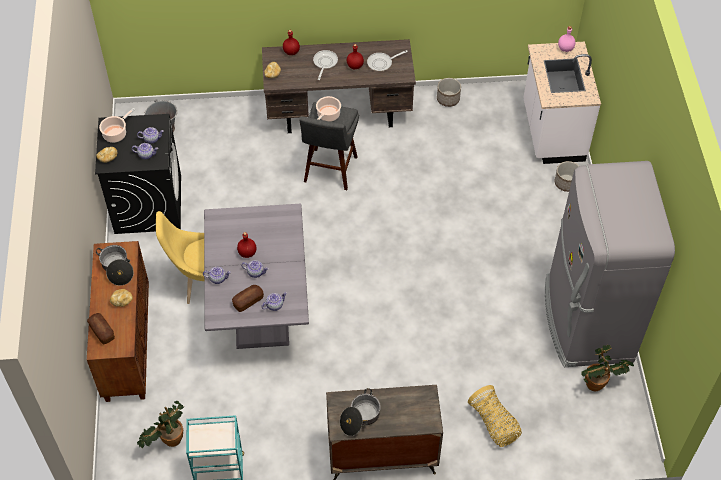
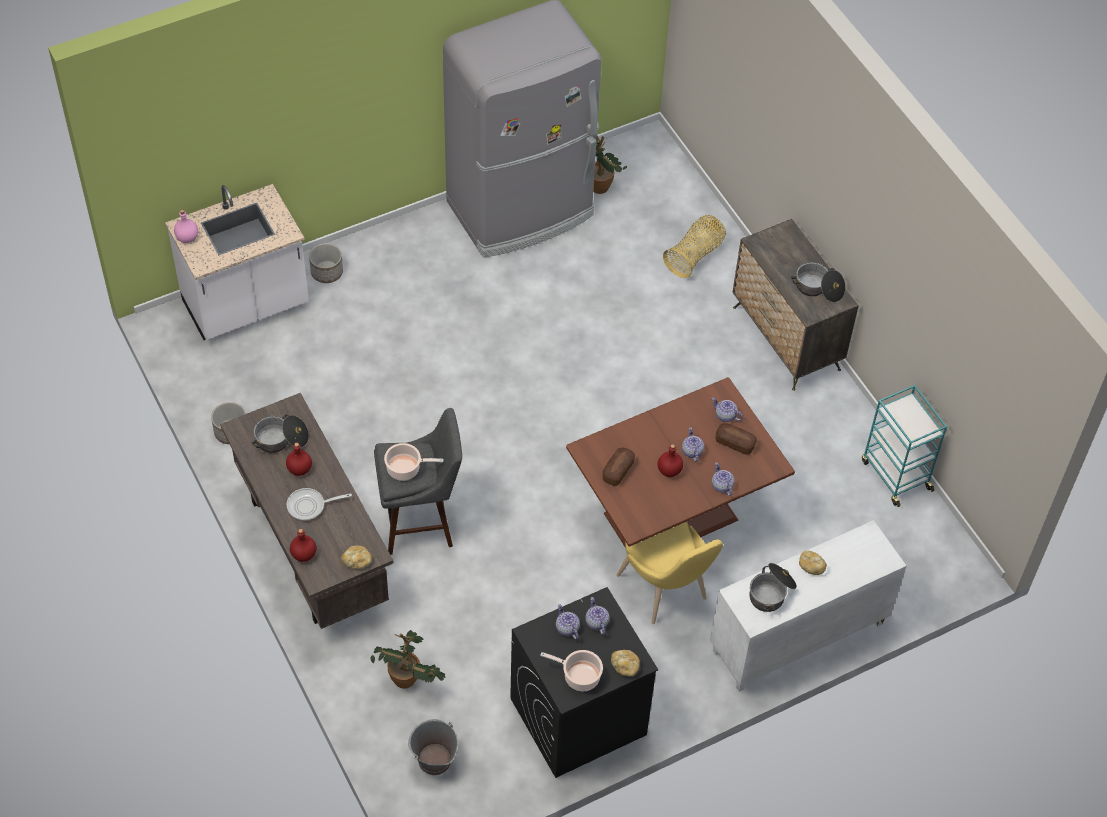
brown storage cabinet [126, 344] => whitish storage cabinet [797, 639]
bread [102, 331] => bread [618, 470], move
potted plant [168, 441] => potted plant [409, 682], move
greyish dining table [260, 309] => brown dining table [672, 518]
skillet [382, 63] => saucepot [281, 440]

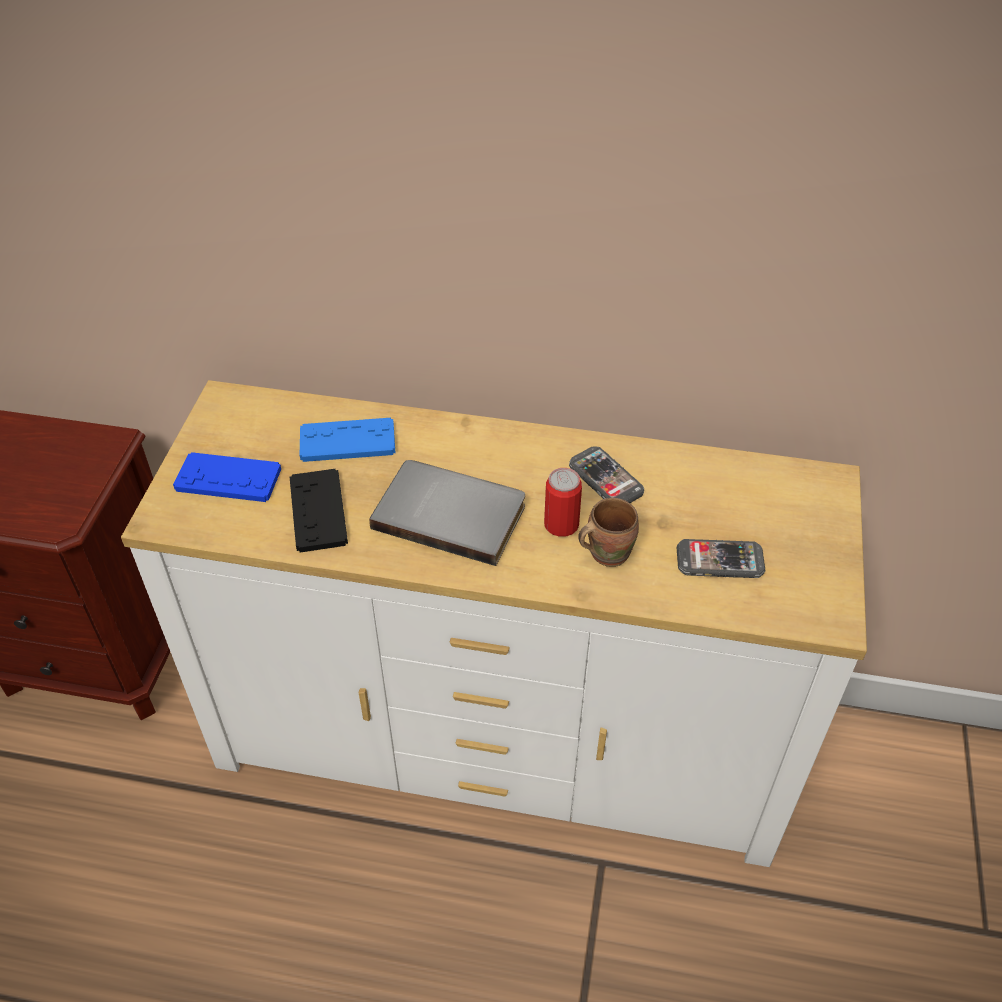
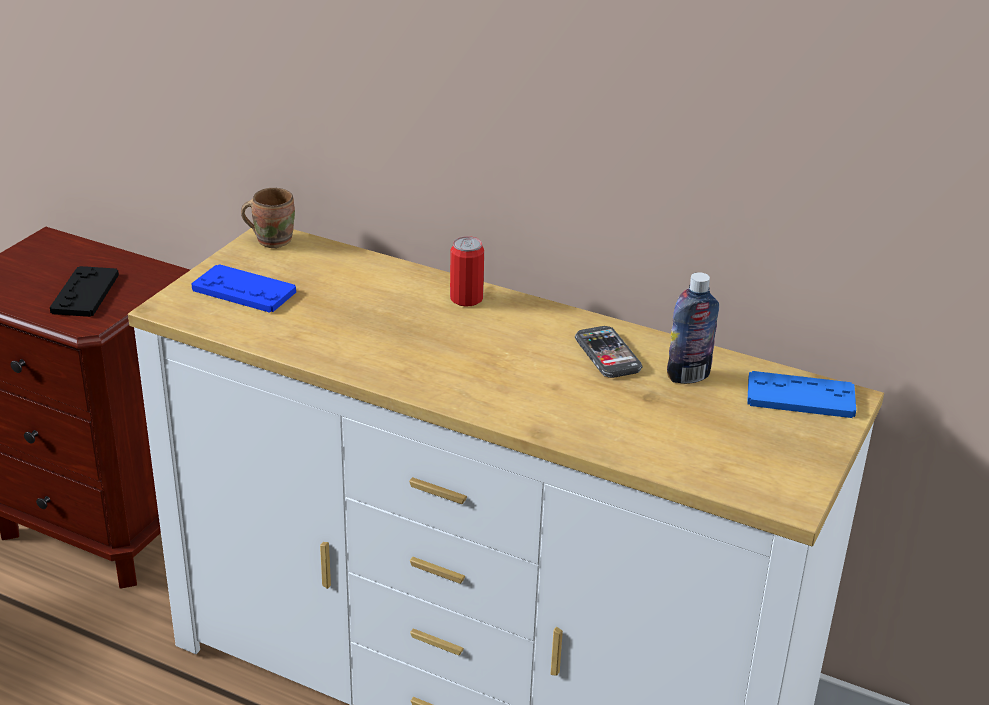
black-coloured joypad [318, 511] => black-coloured joypad [85, 293], move
blue joypad [347, 441] => blue joypad [800, 397], move
greyish volume [451, 512] => nothing
sealed can [561, 524] => sealed can [466, 299], move
brown mug [606, 551] => brown mug [272, 240], move
handset [720, 561] => nothing
nothing => bottle [688, 376]

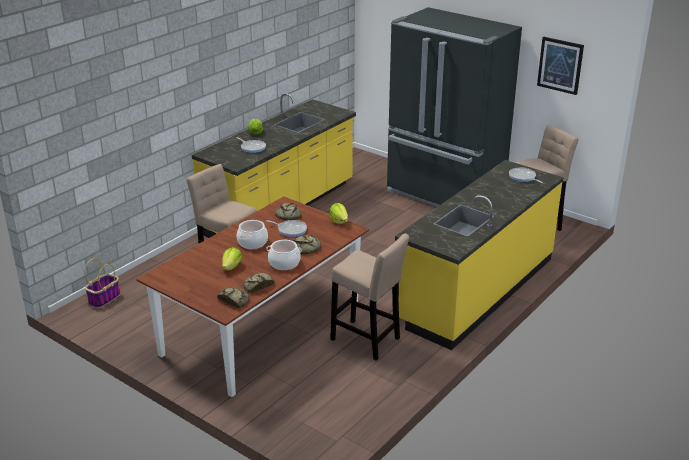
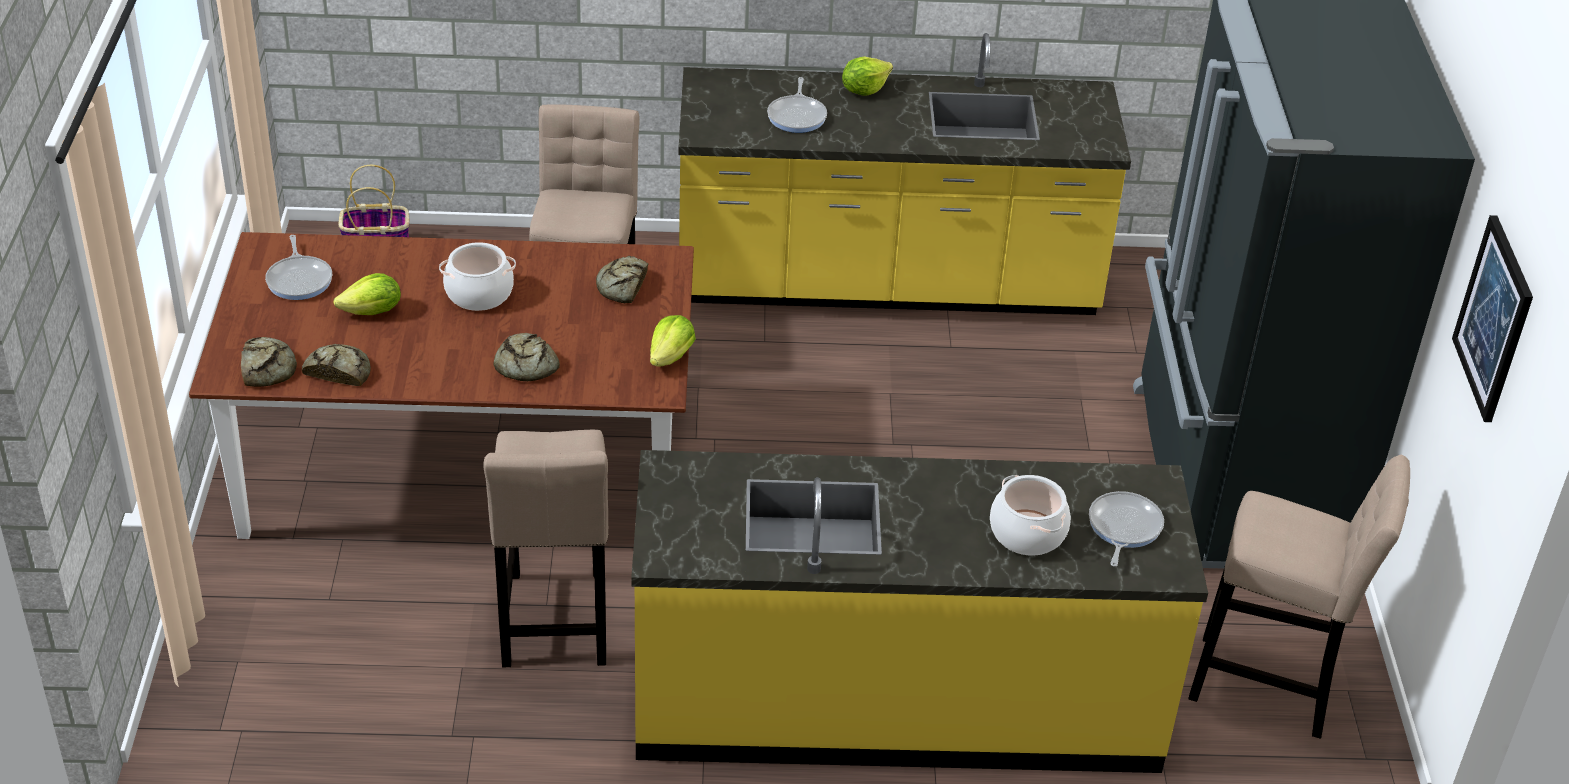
skillet [291, 230] => skillet [300, 279], move
saucepot [284, 263] => saucepot [1027, 533], move

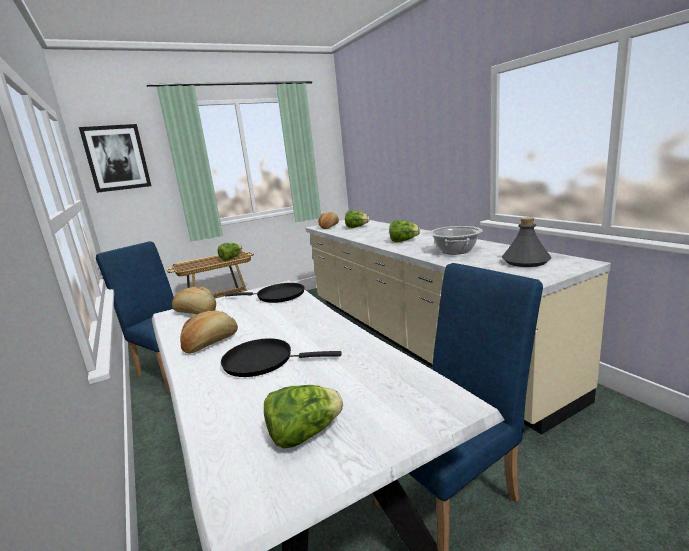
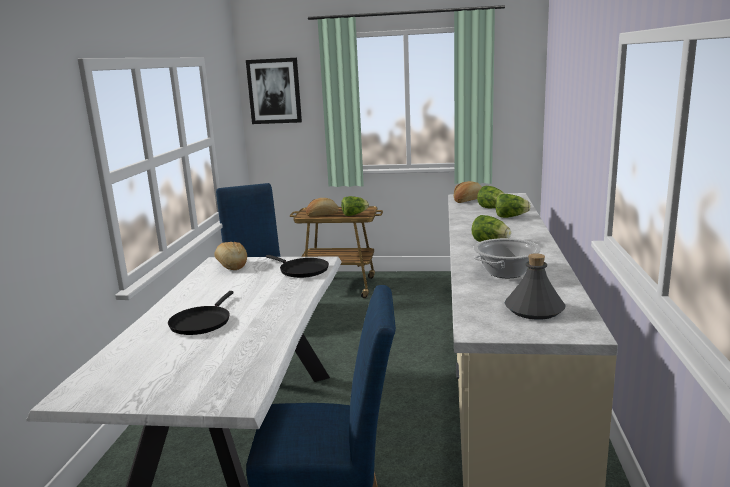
bread [211, 343] => bread [322, 215], move
black-coloured skillet [263, 361] => black-coloured skillet [202, 322], 120 degrees counterclockwise
head of lettuce [304, 434] => head of lettuce [510, 217], move

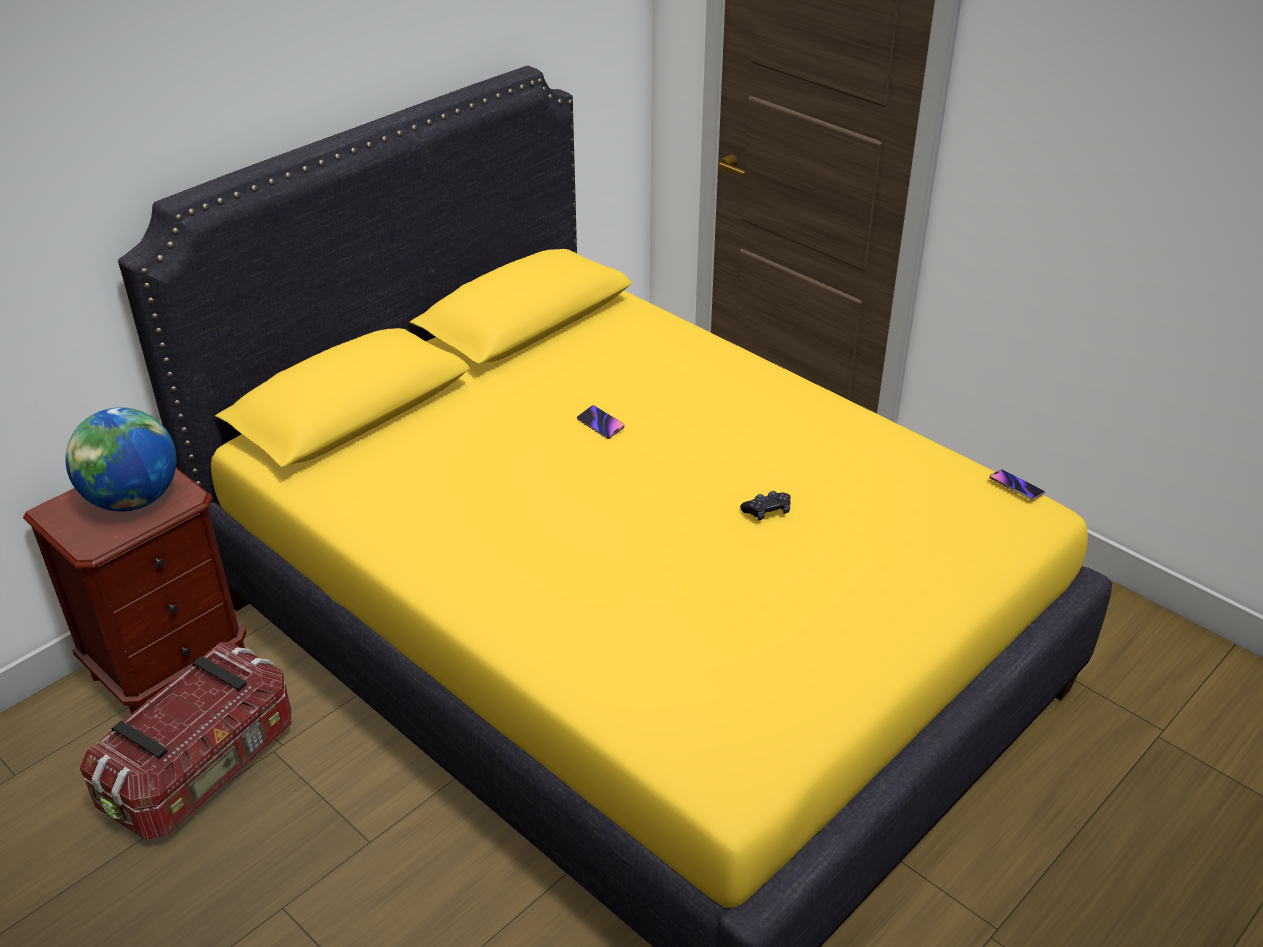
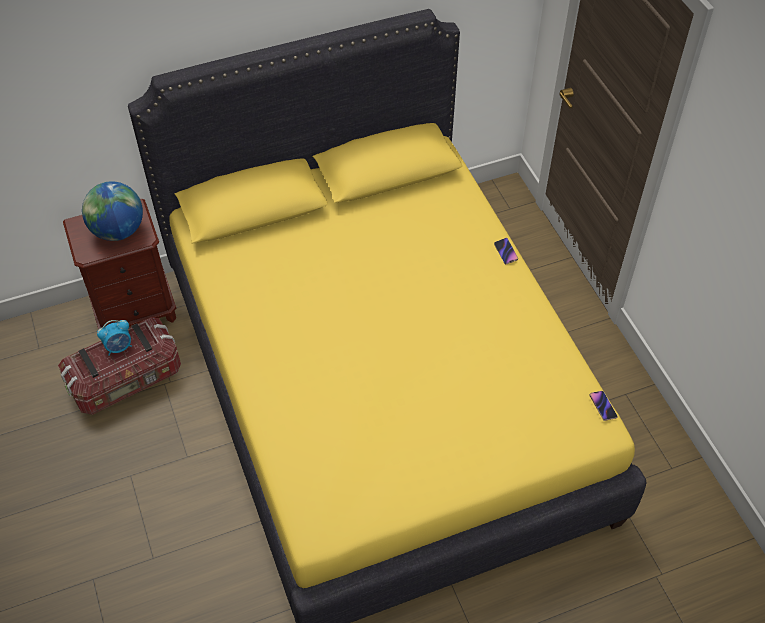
handset [600, 424] => handset [505, 252], move
black-coloured joypad [767, 511] => nothing
nothing => alarm clock [119, 347]

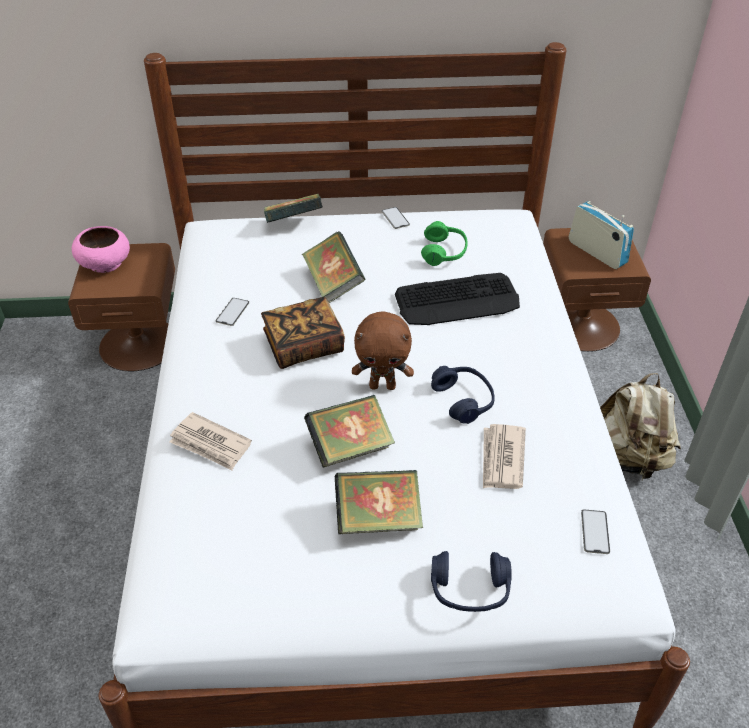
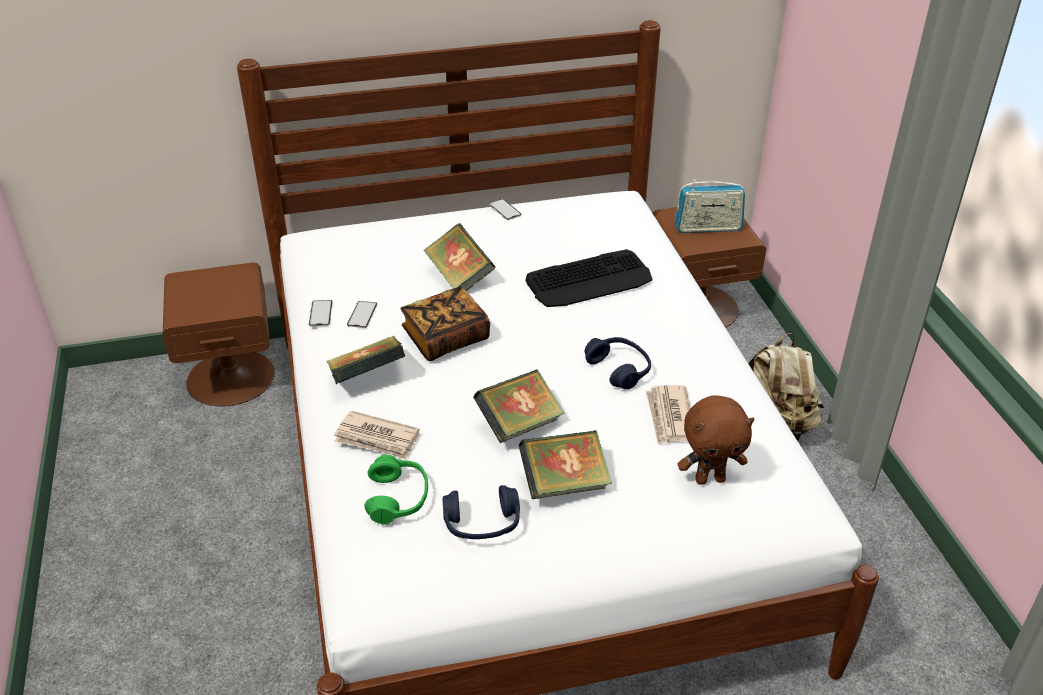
pink-coloured bowl [105, 263] => nothing
volume [294, 224] => volume [367, 378], move
brown plush toy [383, 385] => brown plush toy [710, 479], move
green headset [444, 252] => green headset [398, 498], move
blue headset [469, 590] => blue headset [482, 524], move
radio [597, 252] => radio [708, 228], 135 degrees clockwise
handset [595, 532] => handset [320, 313], move

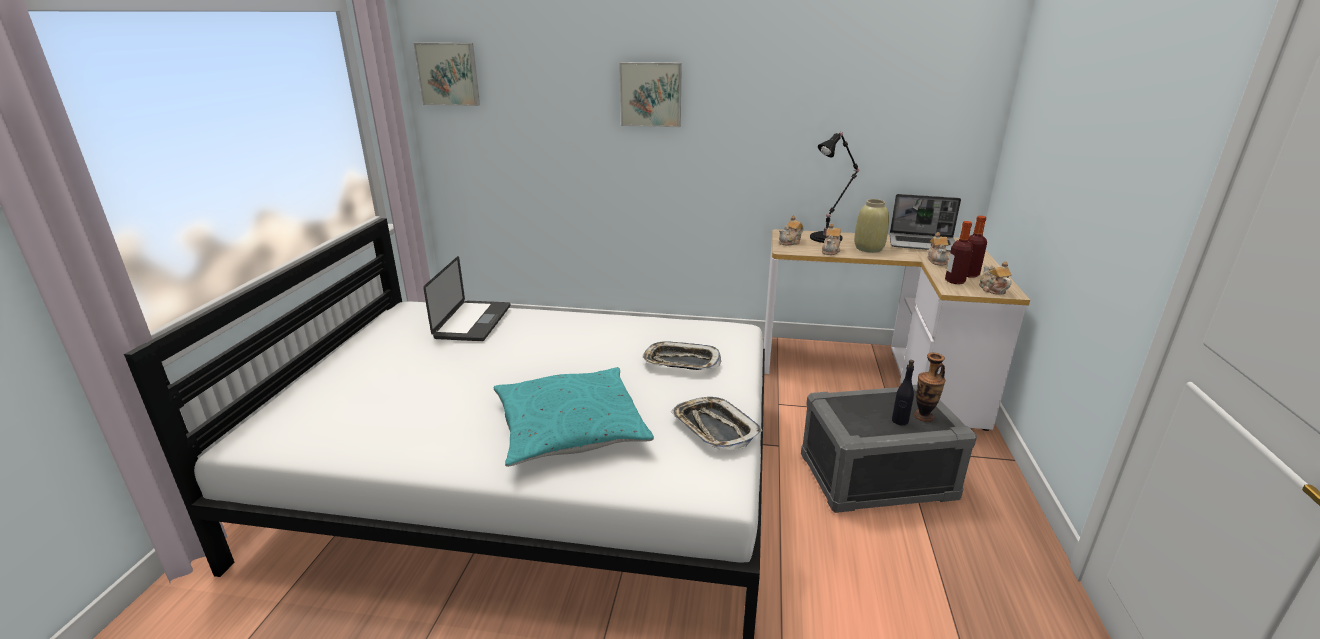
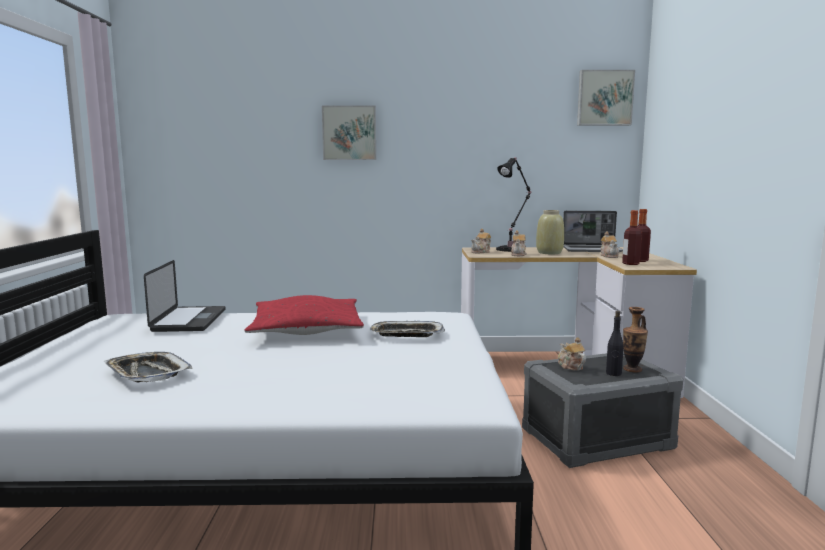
picture [449, 74] => picture [604, 98], move
turquoise-coloured throw pillow [570, 429] => nothing
carrying tray [714, 428] => carrying tray [147, 373], move
teapot [992, 289] => teapot [570, 366], move
nothing => red-coloured throw pillow [306, 330]

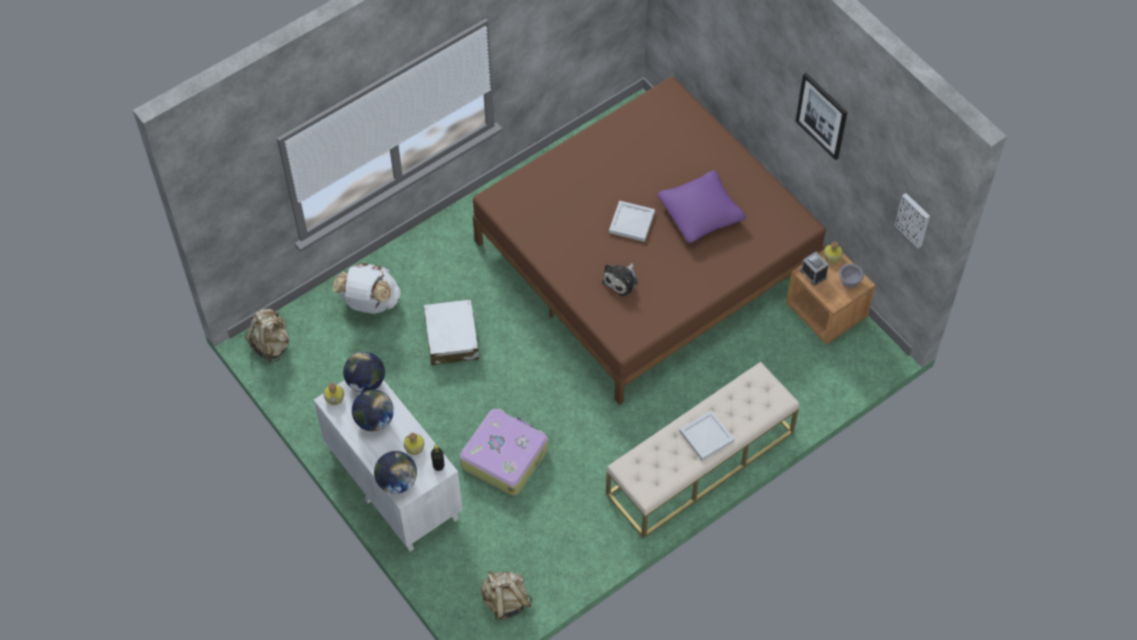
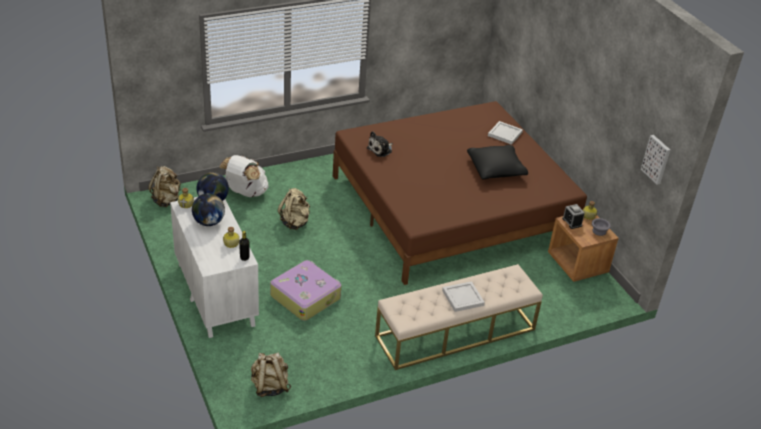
globe [397, 482] => nothing
whitish suitcase [452, 338] => sand-coloured backpack [295, 222]
plush toy [621, 281] => plush toy [380, 149], move
whitish carrying tray [631, 223] => whitish carrying tray [504, 134], move
purple throw pillow [701, 213] => black-coloured throw pillow [496, 169]
picture [822, 115] => nothing

